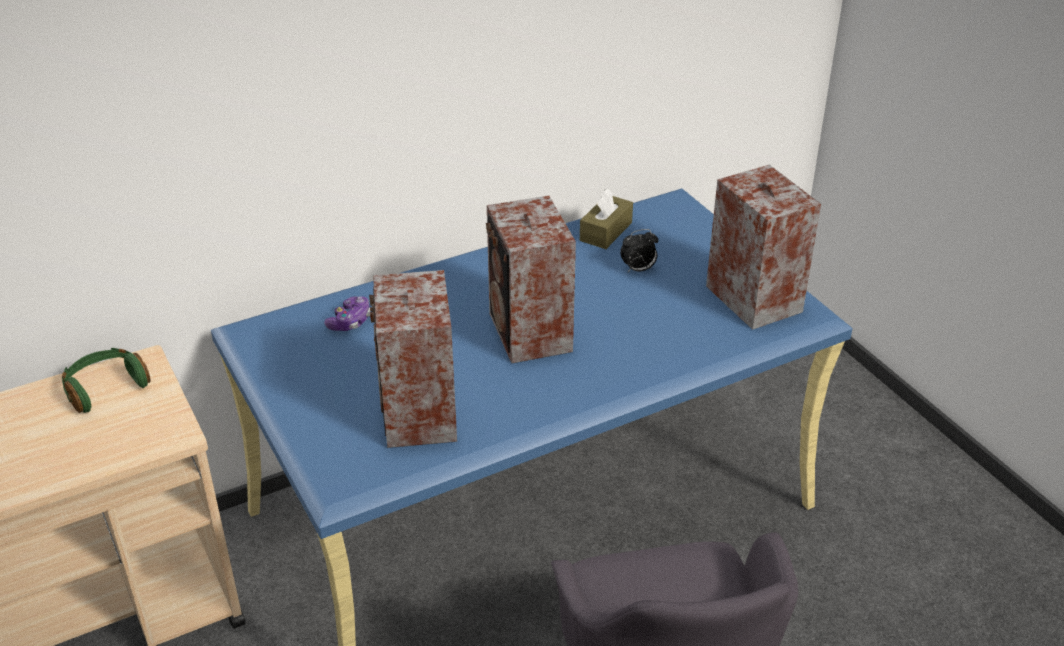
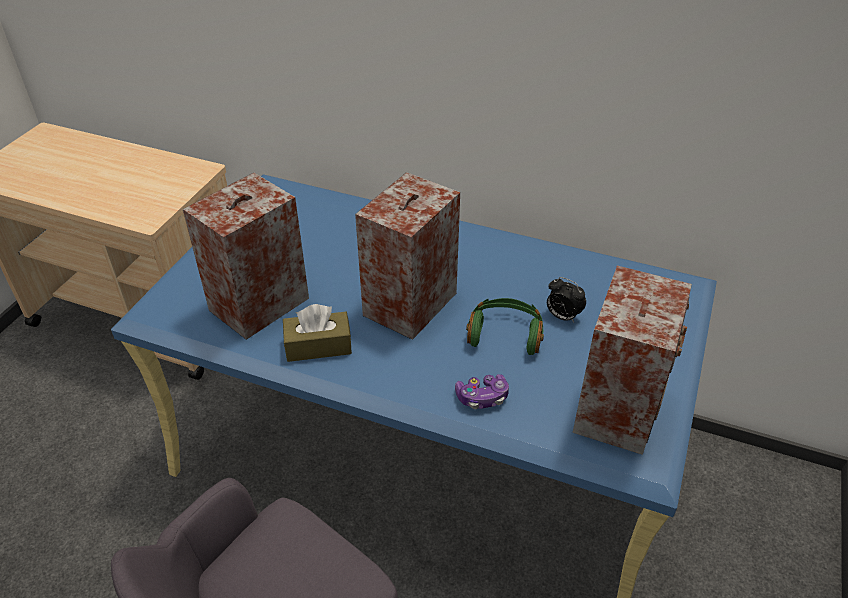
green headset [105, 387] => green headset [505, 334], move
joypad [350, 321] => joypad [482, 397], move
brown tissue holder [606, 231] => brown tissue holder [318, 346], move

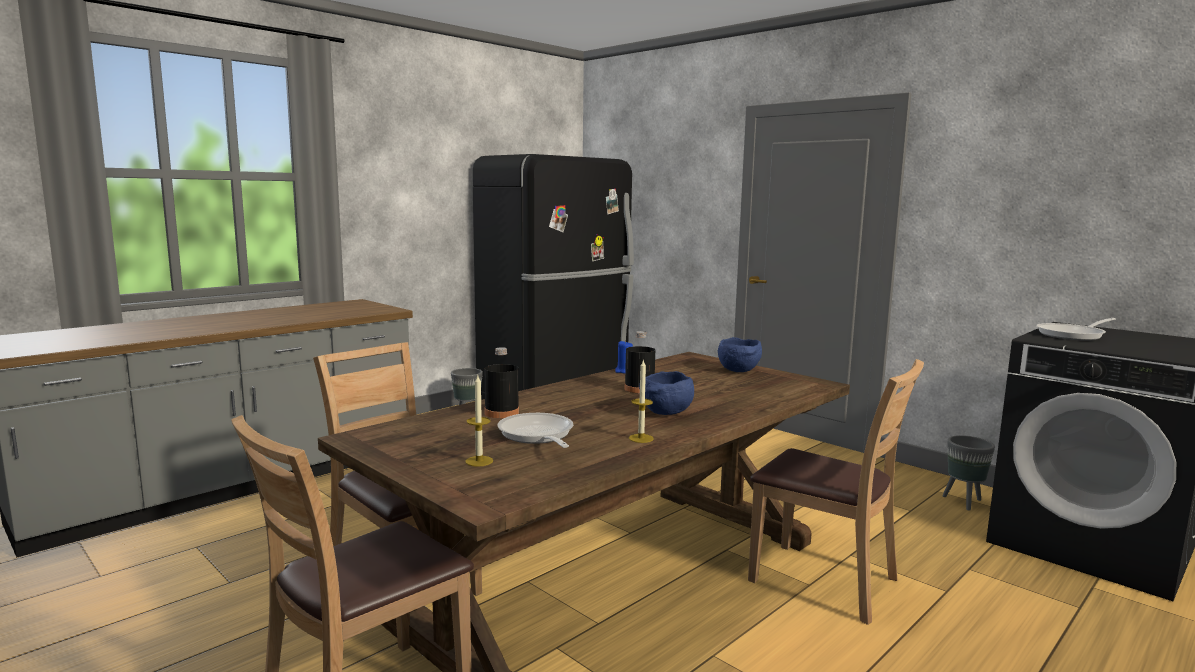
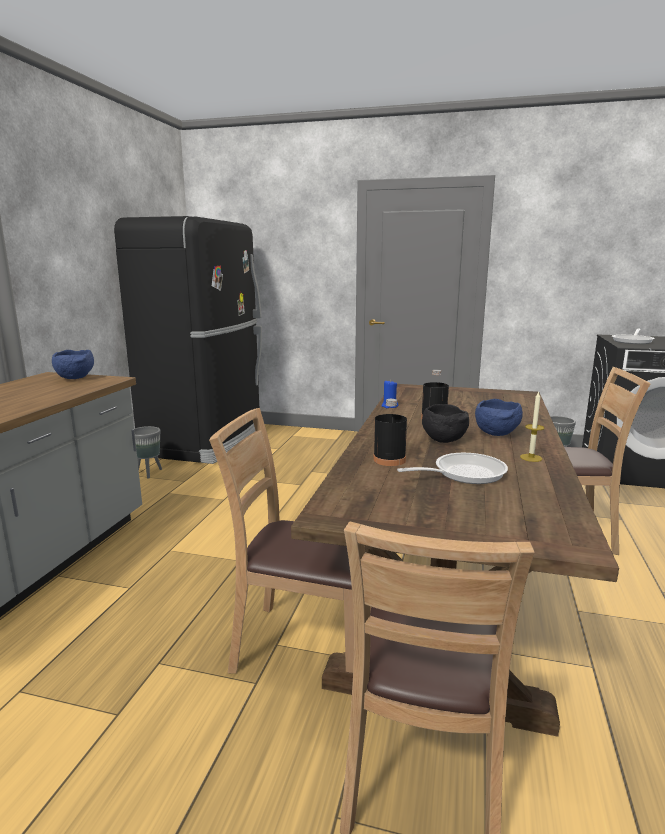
wax candle [479, 461] => nothing
skillet [537, 436] => skillet [463, 473], 120 degrees clockwise
blue bowl [739, 371] => blue bowl [76, 378], move
nothing => black-coloured bowl [442, 440]

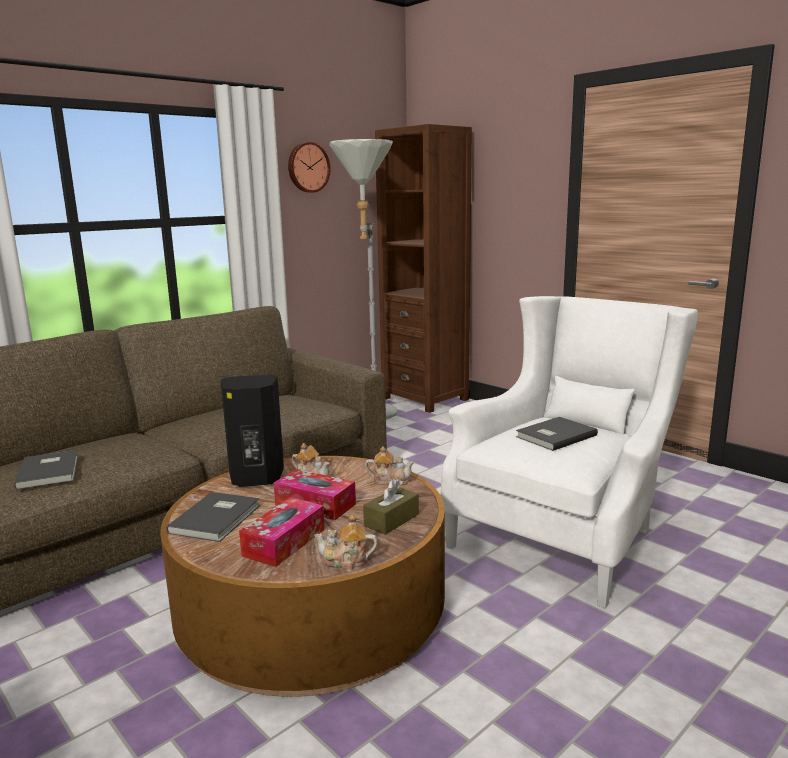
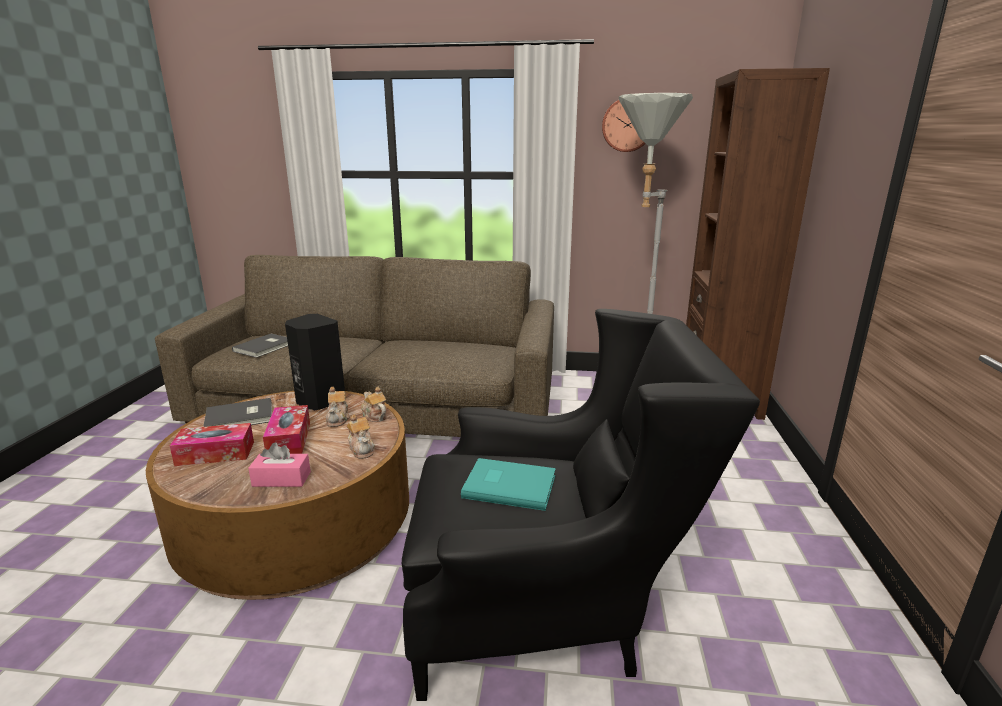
teapot [346, 561] => teapot [374, 416], move
brown tissue holder [391, 520] => pink-coloured tissue holder [281, 479]
whitish armchair [566, 534] => black-coloured armchair [547, 608]
greyish volume [554, 436] => turquoise-coloured volume [508, 485]

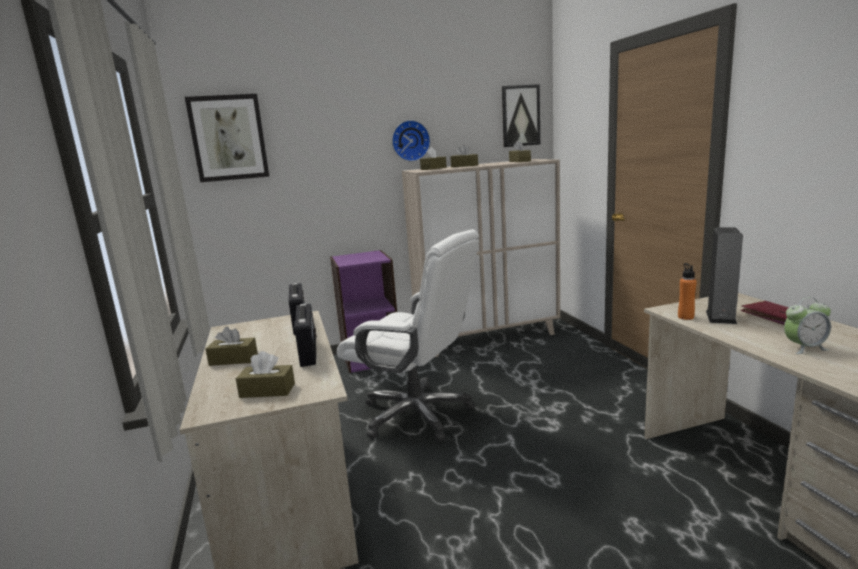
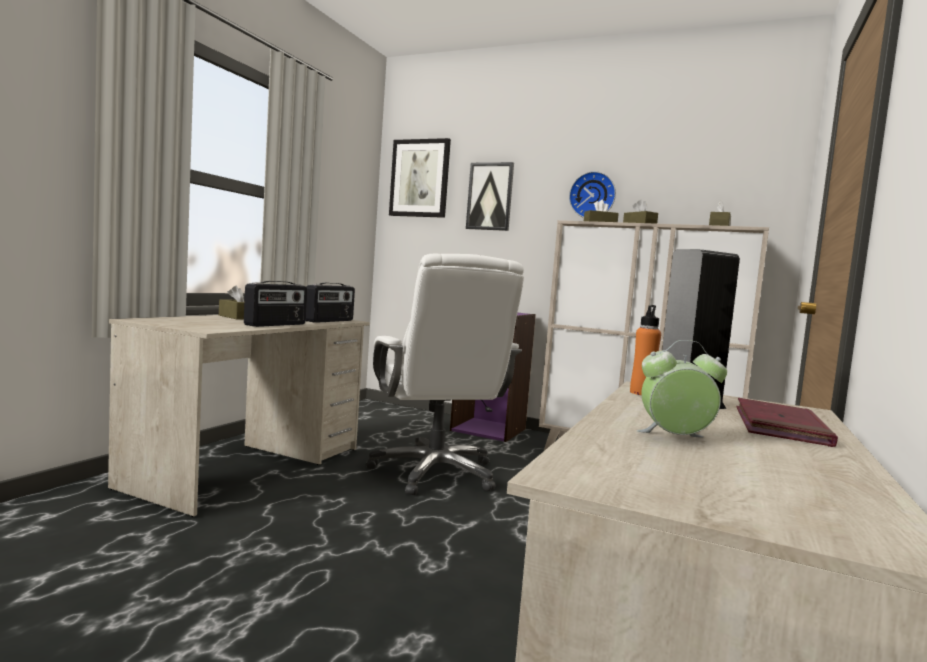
brown tissue holder [267, 390] => nothing
picture [520, 116] => picture [490, 196], move
alarm clock [804, 348] => alarm clock [675, 438], 150 degrees clockwise

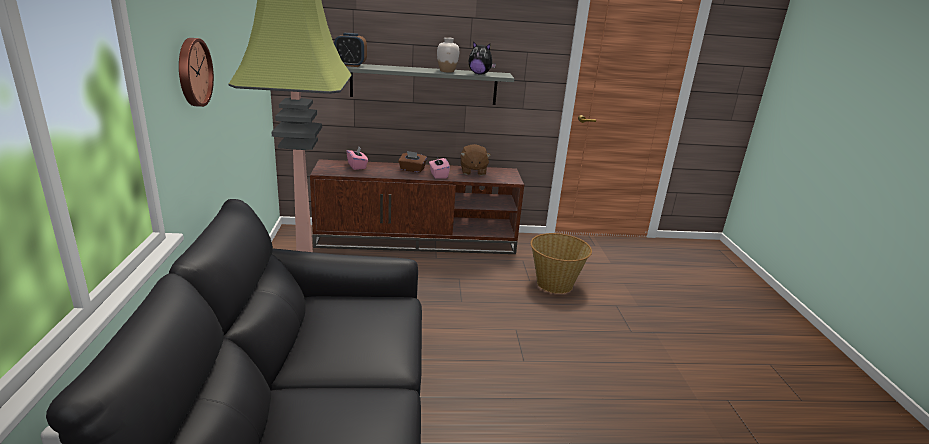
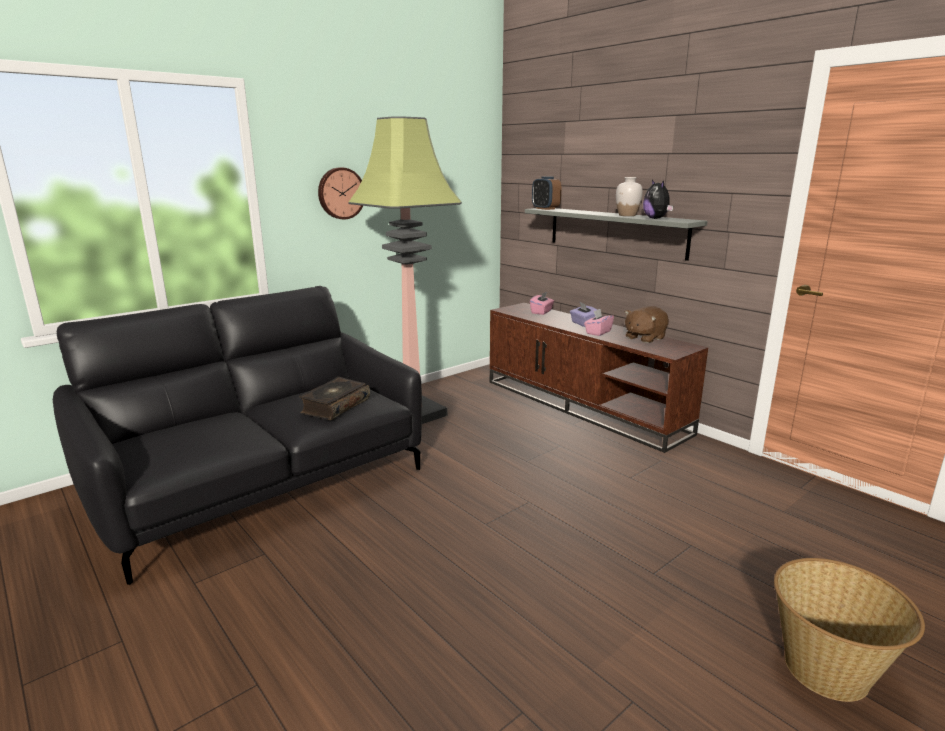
brown tissue holder [412, 170] => purple tissue holder [583, 324]
household basket [555, 283] => household basket [827, 669], move
nothing => volume [335, 406]

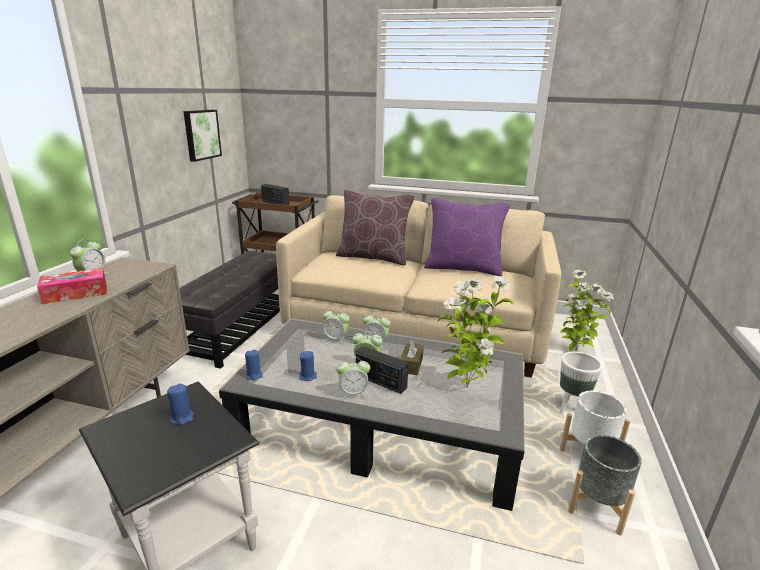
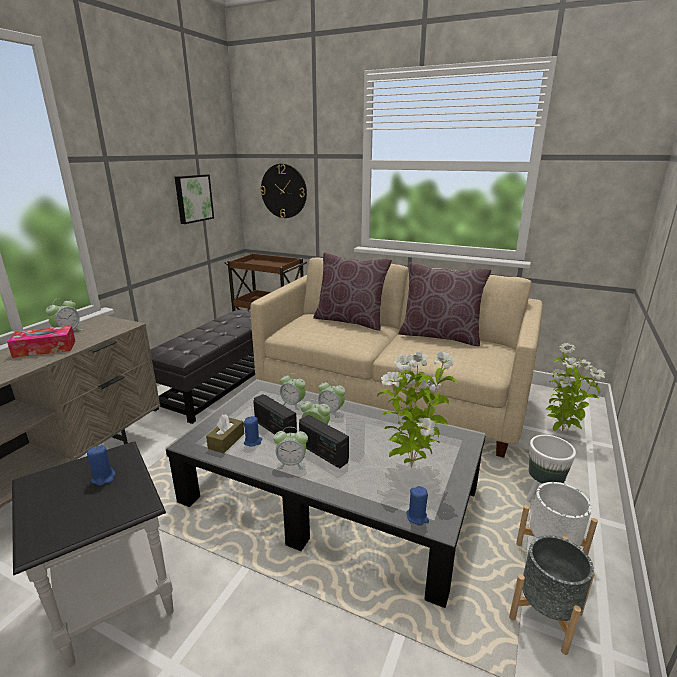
blue wax candle [254, 375] => blue wax candle [417, 517], move
radio [275, 203] => radio [275, 429], move
brown tissue holder [411, 364] => brown tissue holder [226, 441], move
purple throw pillow [463, 268] => brown throw pillow [440, 336]
nothing => clock on the wall [284, 191]

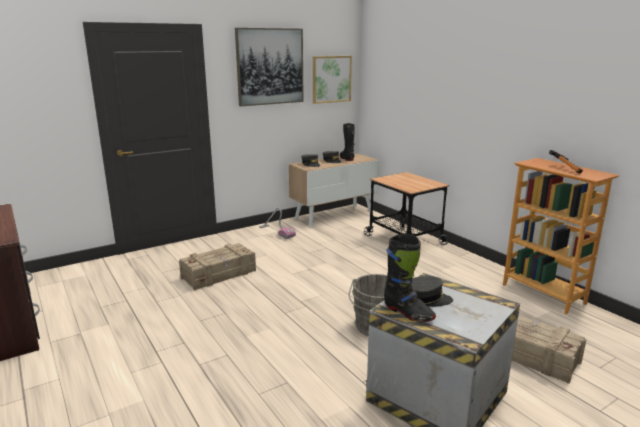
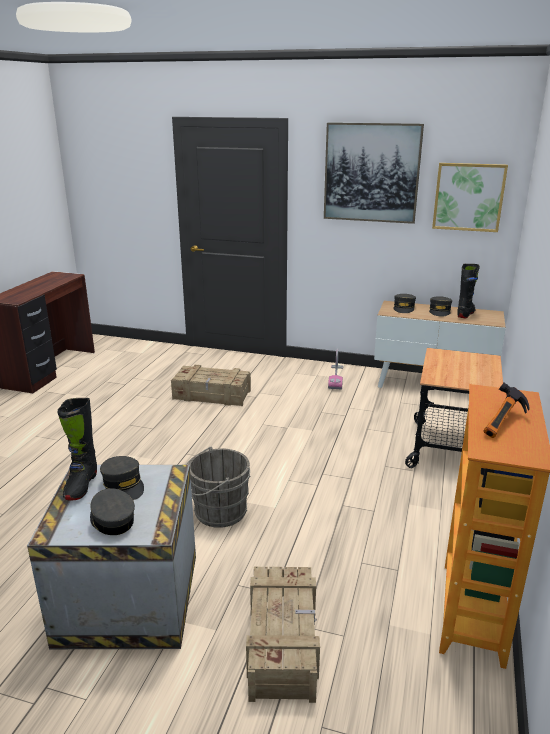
nothing => greyish cap [112, 520]

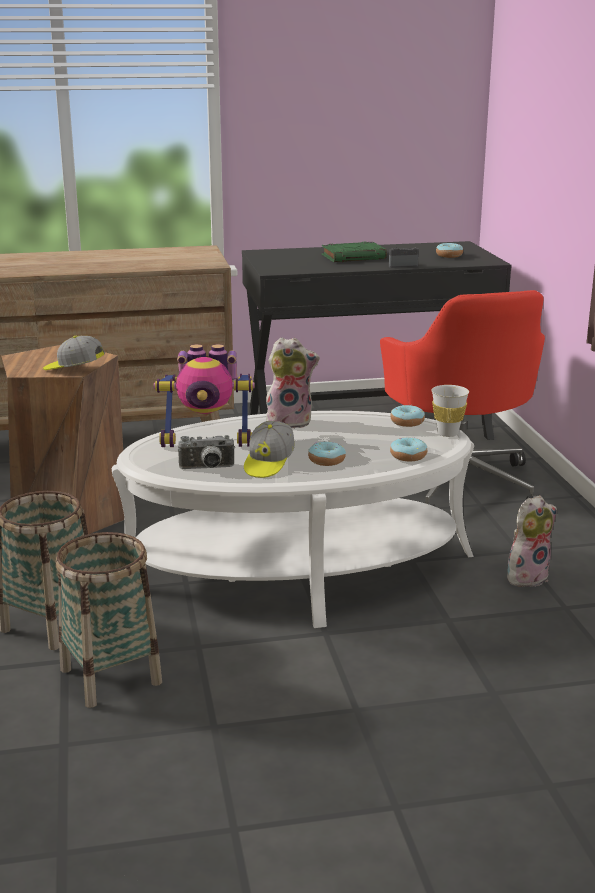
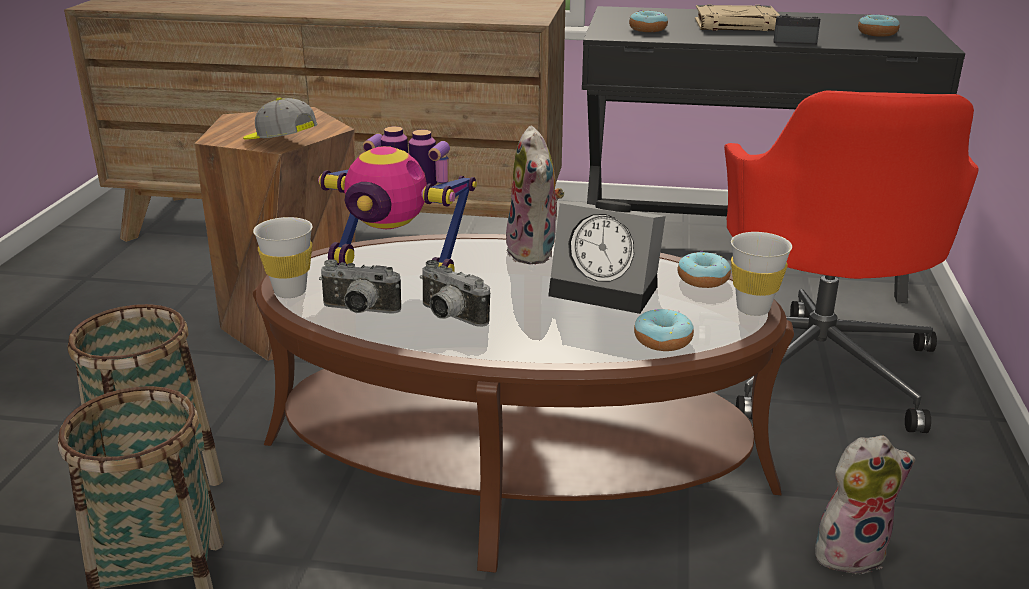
whitish lounge table [297, 570] => brown lounge table [514, 463]
cap [268, 463] => still camera [449, 317]
plush toy [290, 421] => plush toy [535, 252], 60 degrees clockwise
donut [326, 460] => donut [648, 29], move
green volume [354, 257] => sand-coloured volume [737, 25]
nothing => whitish small cup [290, 292]
nothing => alarm clock [608, 289]

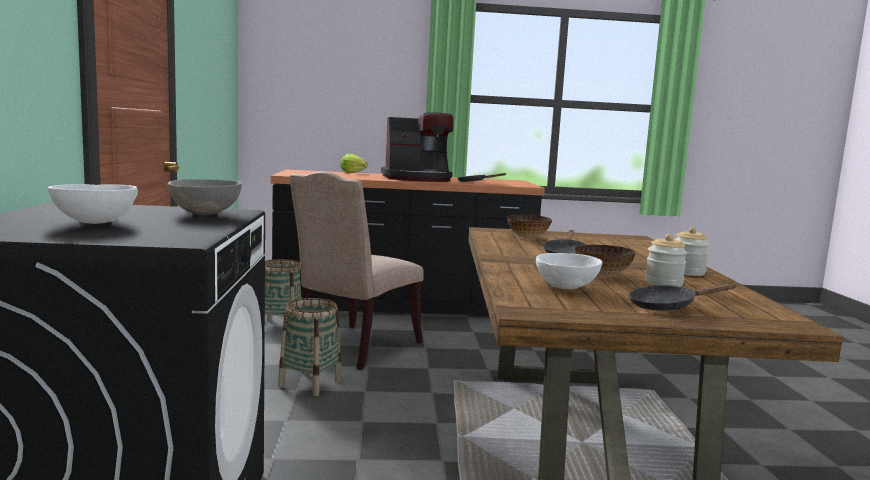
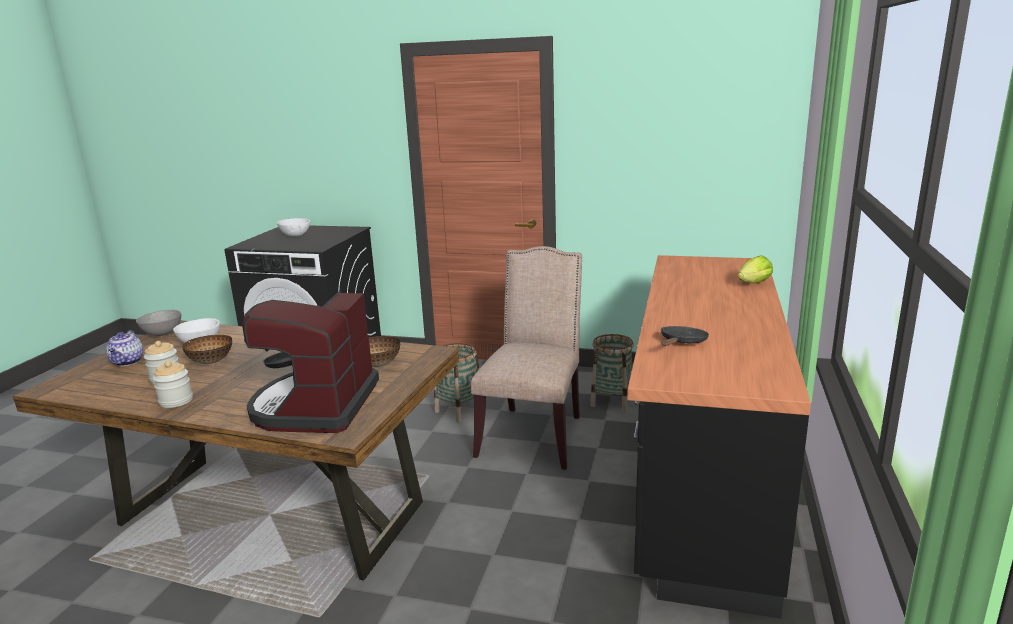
greyish bowl [206, 214] => greyish bowl [162, 334], move
sand-coloured upright chair [355, 349] => sand-coloured upright chair [534, 433], 60 degrees clockwise
coffee machine [417, 179] => coffee machine [315, 406], move
black-coloured skillet [667, 306] => teapot [127, 362]

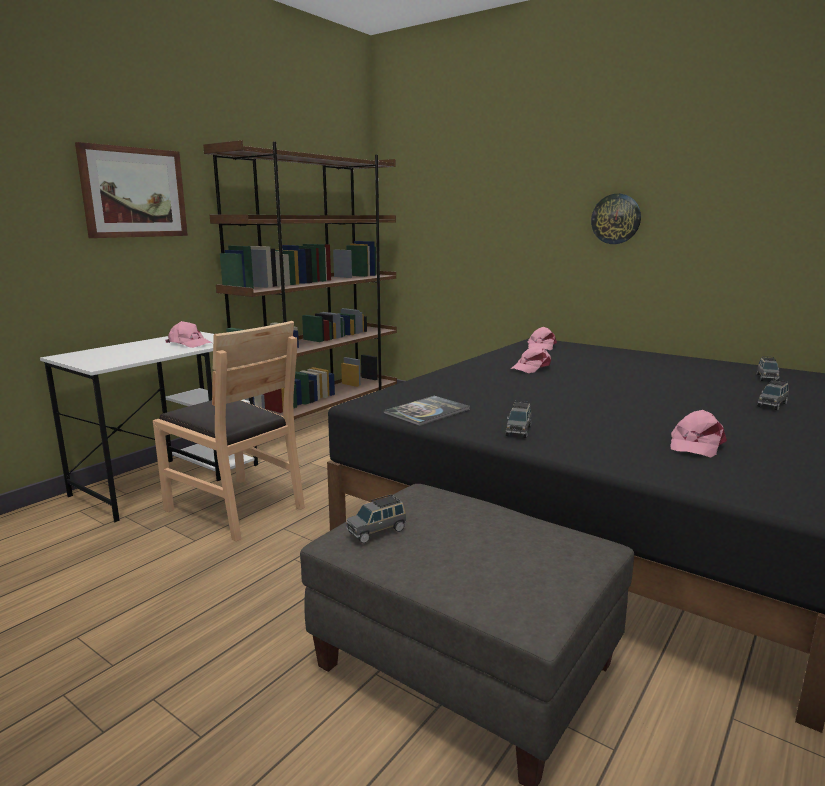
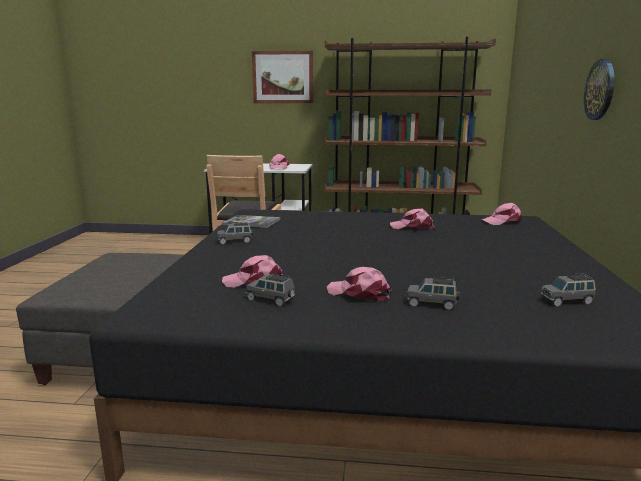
greyish model car [377, 531] => greyish model car [271, 300], move
nothing => pink-coloured cap [359, 293]

